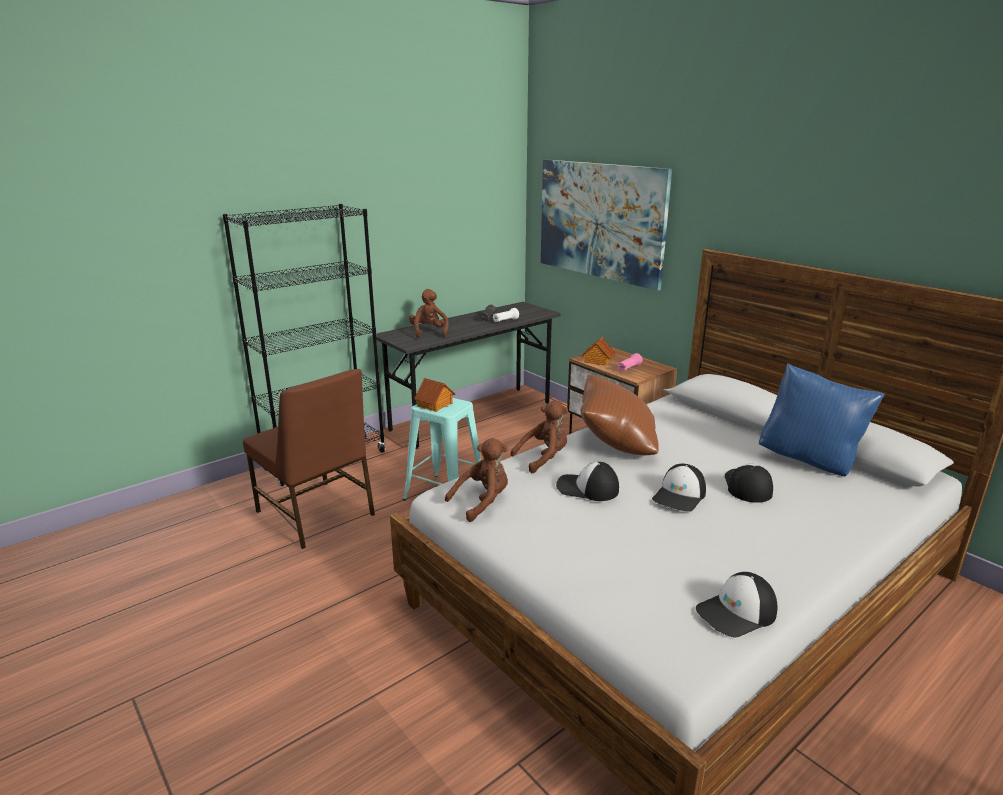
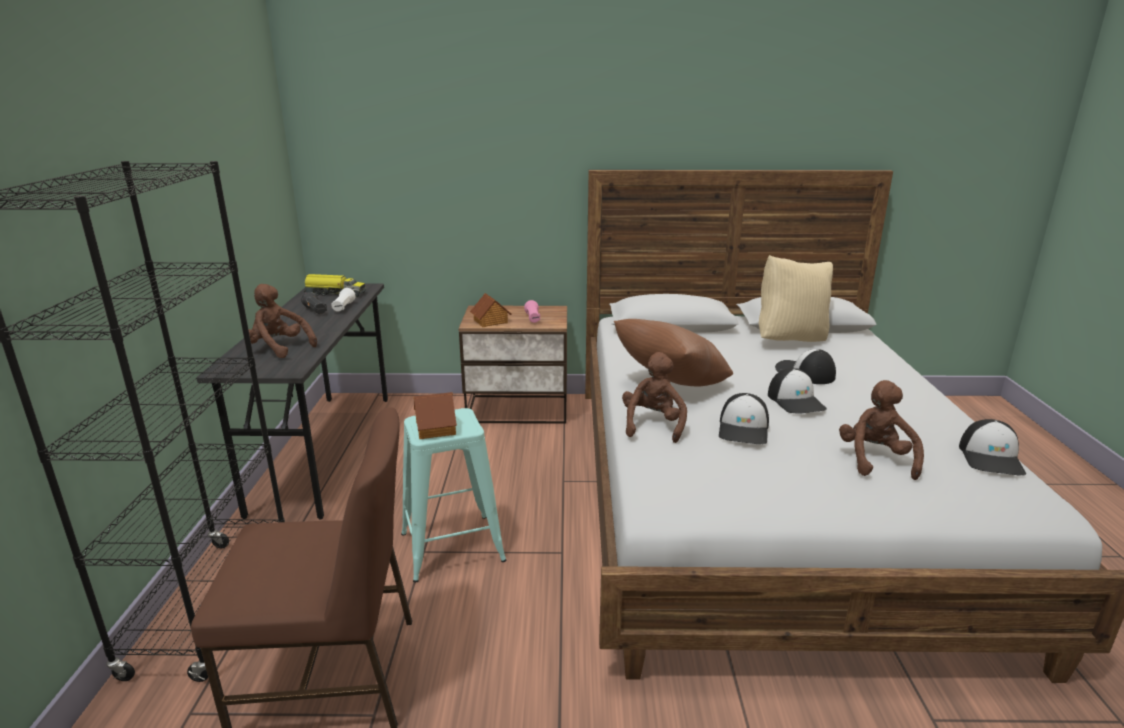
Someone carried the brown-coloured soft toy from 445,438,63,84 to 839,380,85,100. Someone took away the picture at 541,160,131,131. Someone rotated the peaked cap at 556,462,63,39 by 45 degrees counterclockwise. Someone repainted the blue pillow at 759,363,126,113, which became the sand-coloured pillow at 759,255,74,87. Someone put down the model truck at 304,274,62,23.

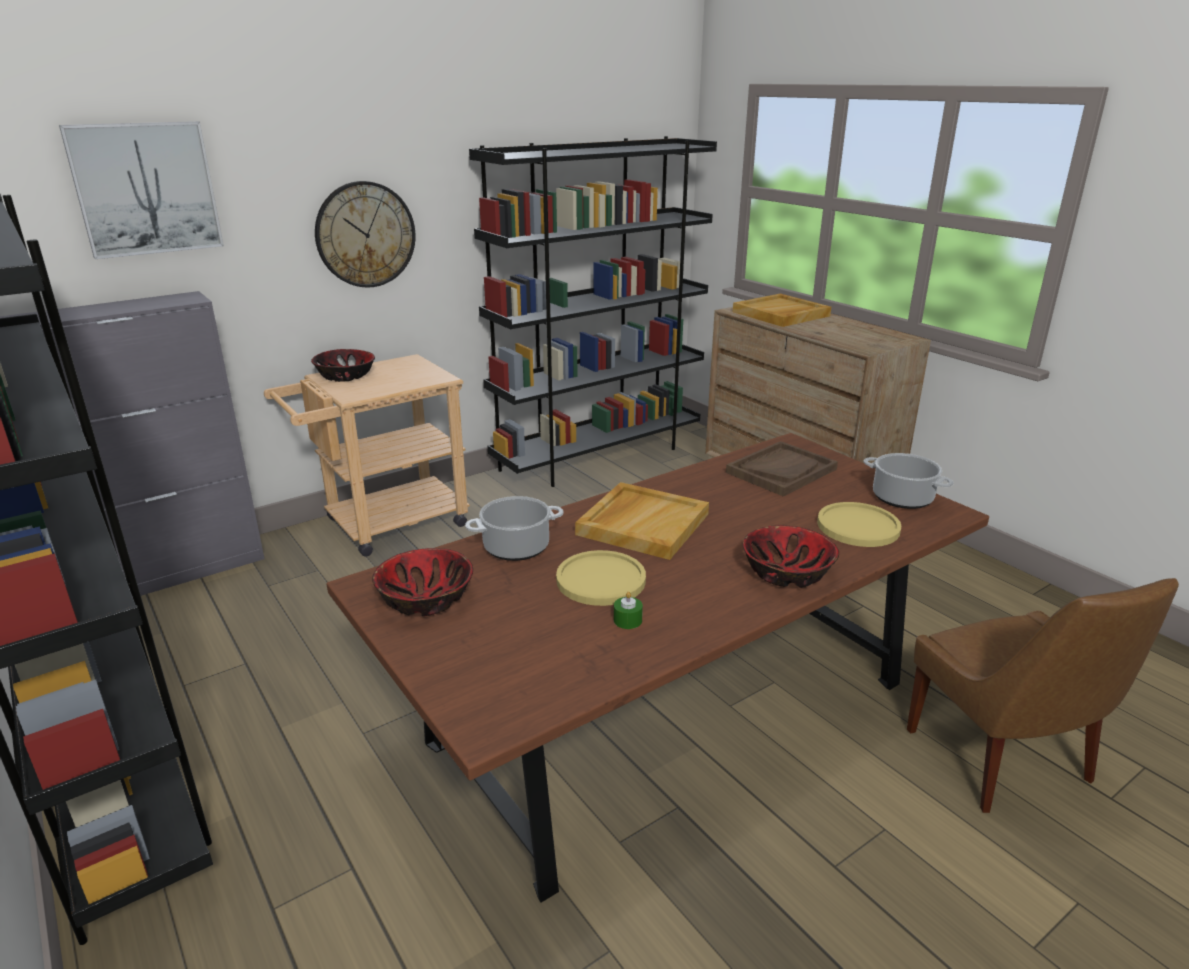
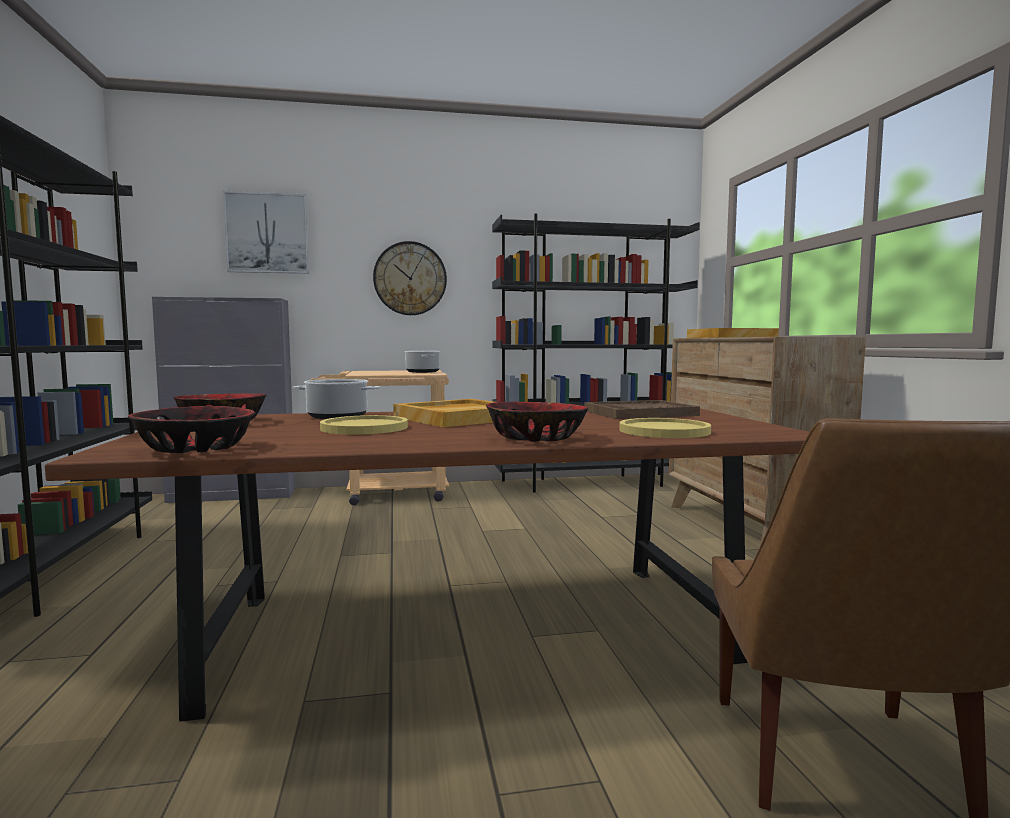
Someone carried the deep dish from 311,349,64,33 to 128,406,128,47. Someone took away the greenish candle at 614,591,29,38. Someone carried the saucepot from 864,453,90,56 to 404,351,37,22.

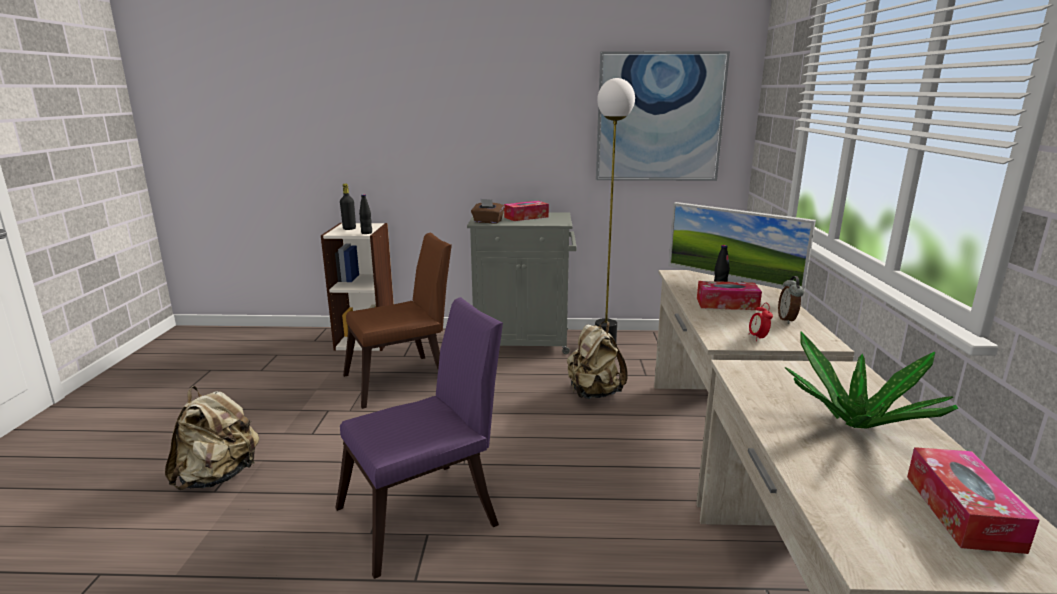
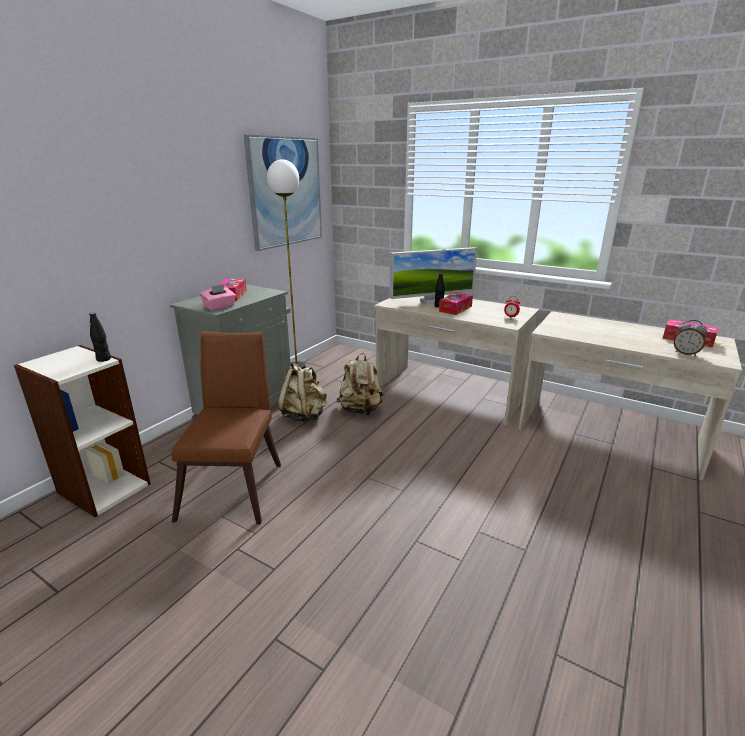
Someone carried the sand-coloured knapsack from 165,386,94,104 to 278,362,49,60. Someone took away the purple upright chair at 335,297,168,282. Someone took away the black drink bottle at 340,184,16,46. Someone repainted the brown-coloured box of tissues at 471,199,34,24, which became the pinkish box of tissues at 200,284,36,27. Someone carried the bedside clock from 778,276,26,48 to 673,320,34,36. Someone took away the houseplant at 785,331,173,98.

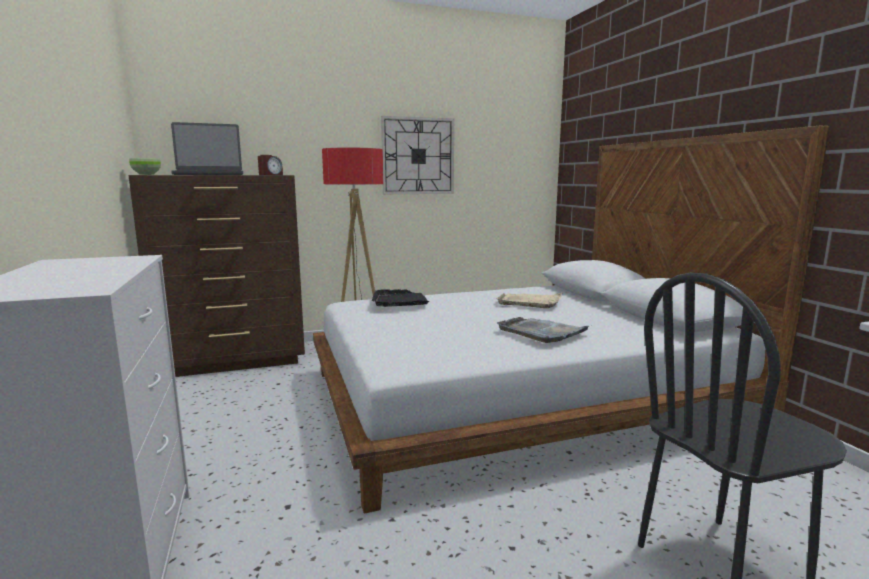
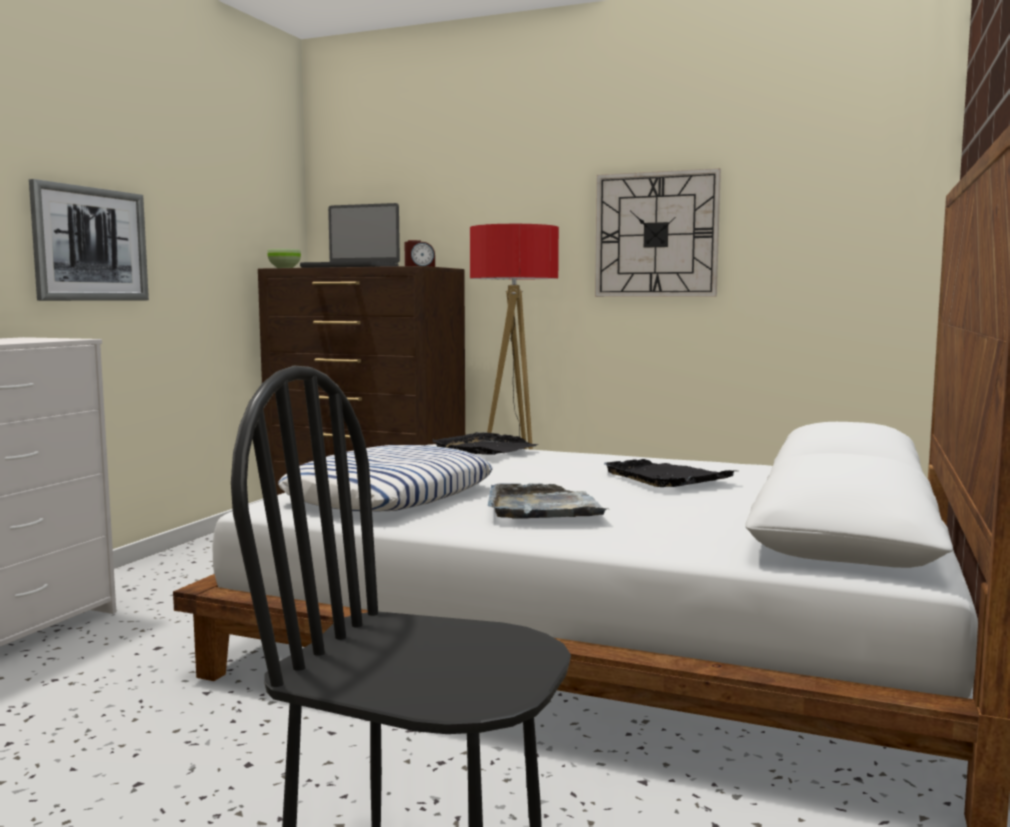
Someone repainted the sand-coloured serving tray at 496,293,66,15, which became the black serving tray at 604,459,130,28. Someone put up the picture at 29,179,120,122. Someone put down the pillow at 278,445,215,67.

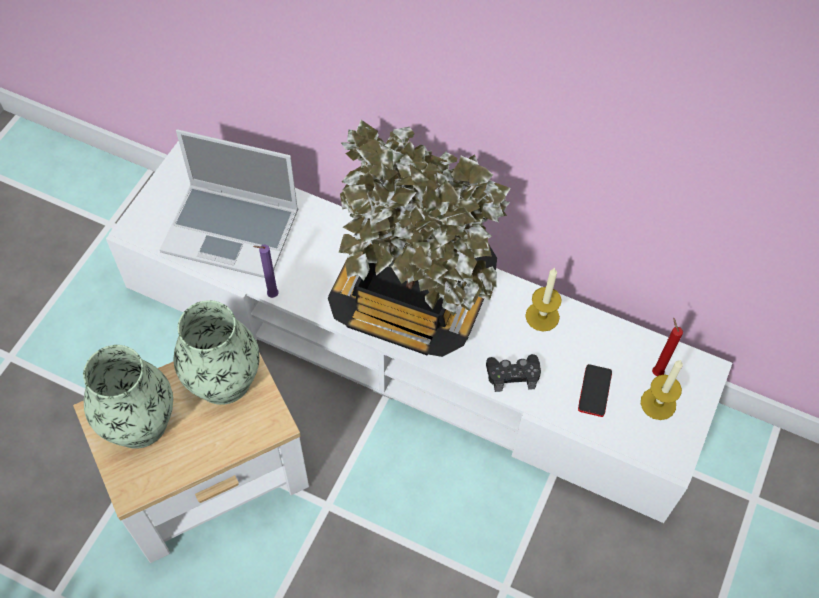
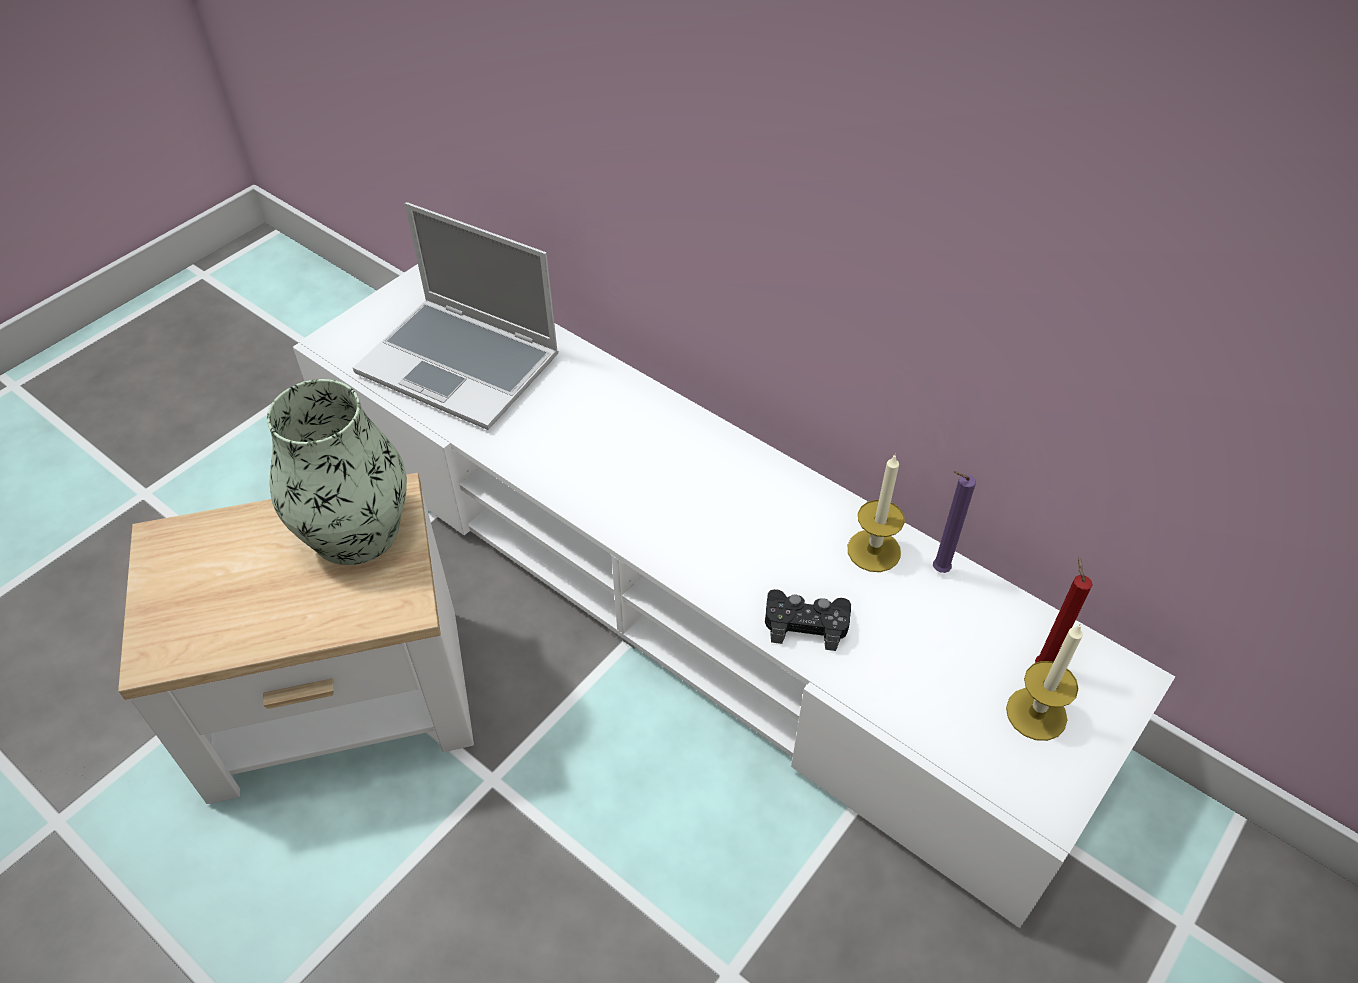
Someone took away the vase at 83,345,90,104. Someone carried the purple candle from 253,245,26,53 to 933,471,43,102. Someone took away the houseplant at 328,120,183,237. Someone took away the handset at 578,364,34,53.

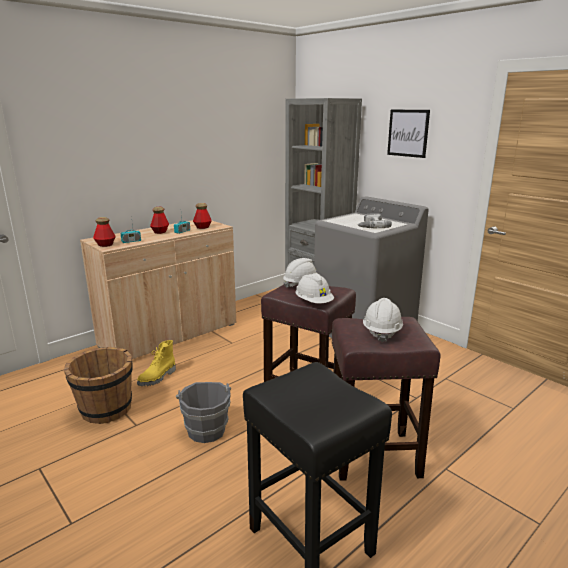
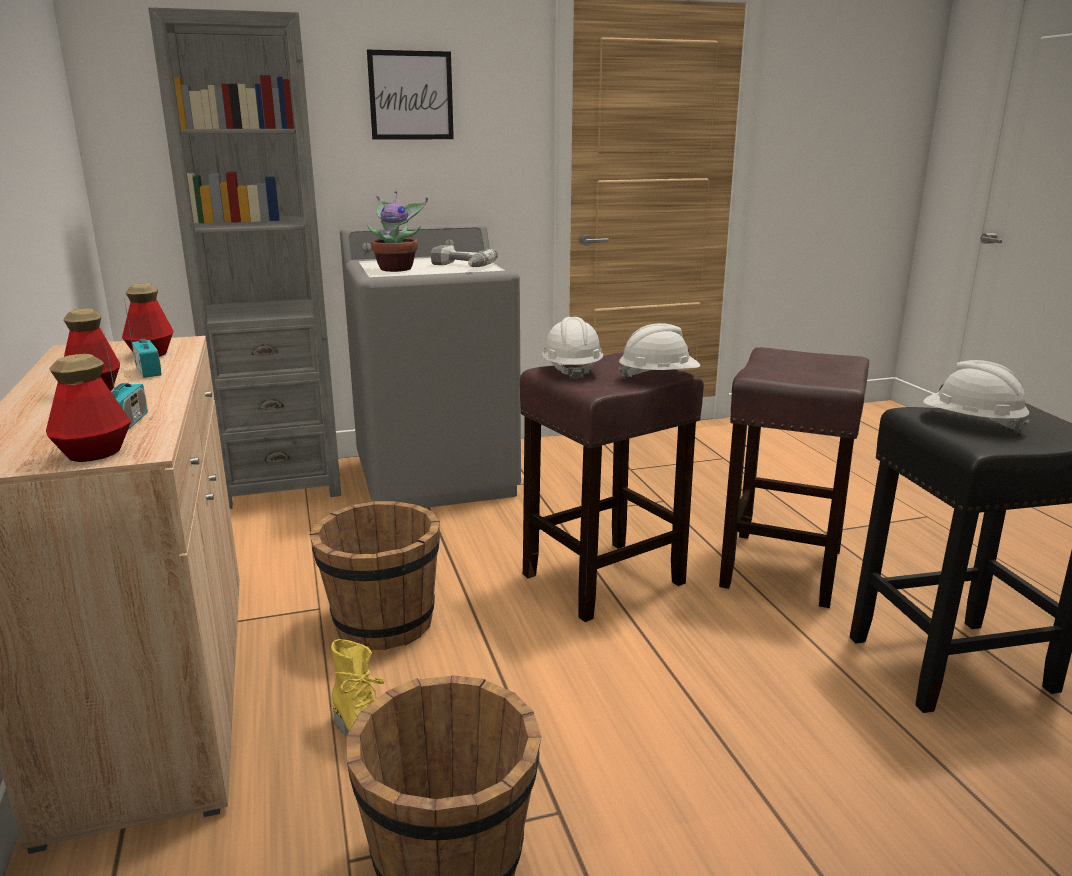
Someone took away the grey pail at 176,382,55,61. Someone carried the white hard hat from 363,298,40,44 to 923,360,107,73. Someone put down the brown-coloured pail at 309,501,131,149. Someone put down the houseplant at 367,191,61,81.

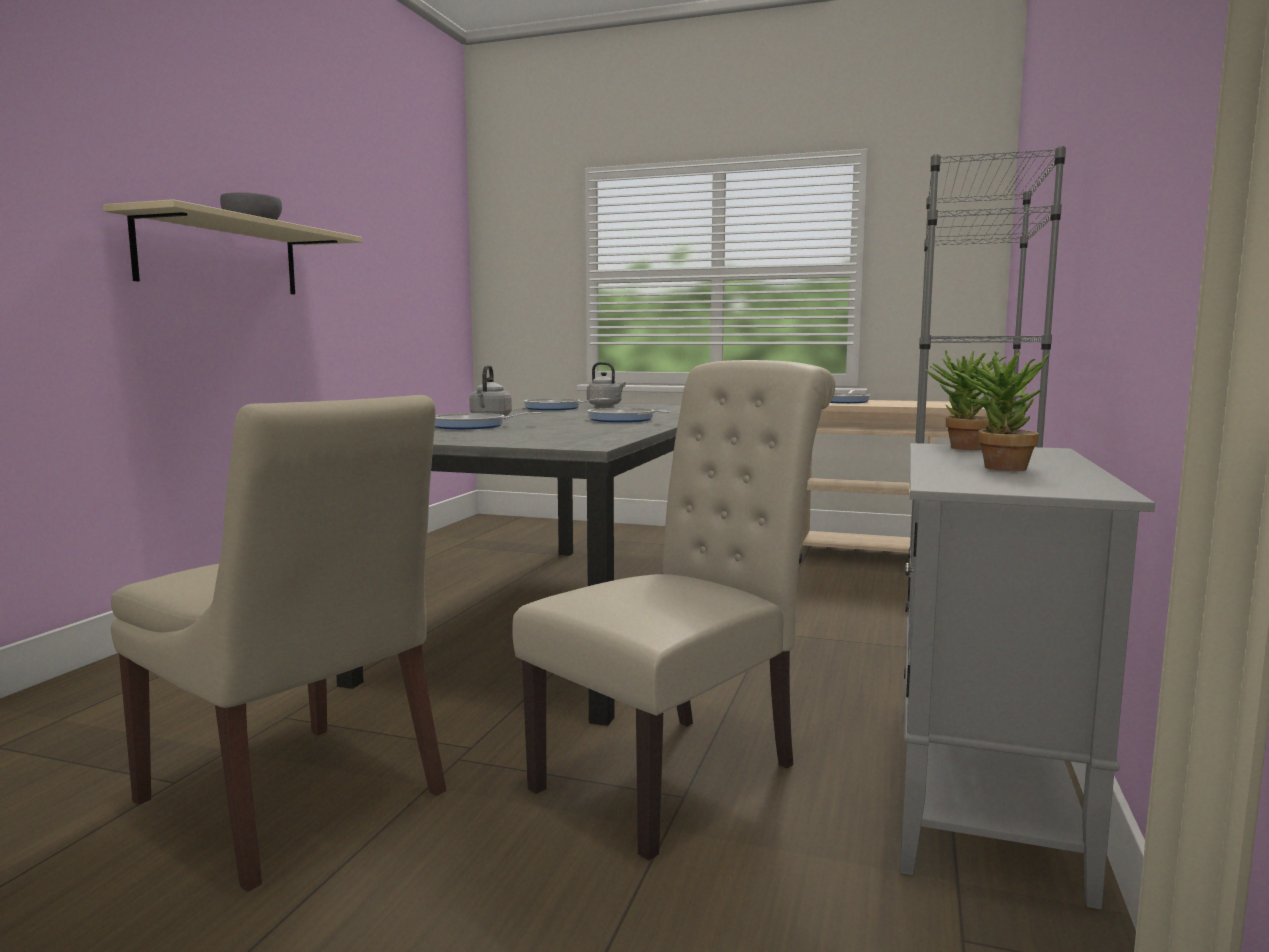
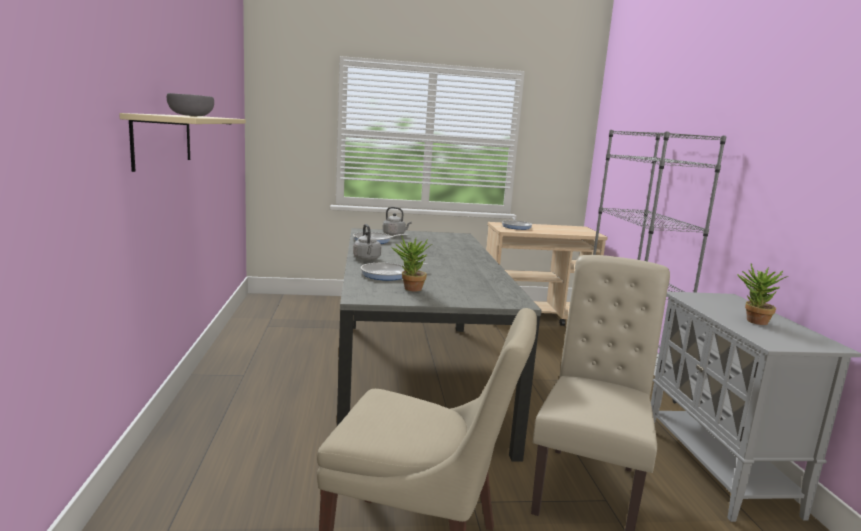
Someone took away the pan at 587,408,83,14. Someone carried the houseplant from 925,350,81,100 to 392,235,41,57.

